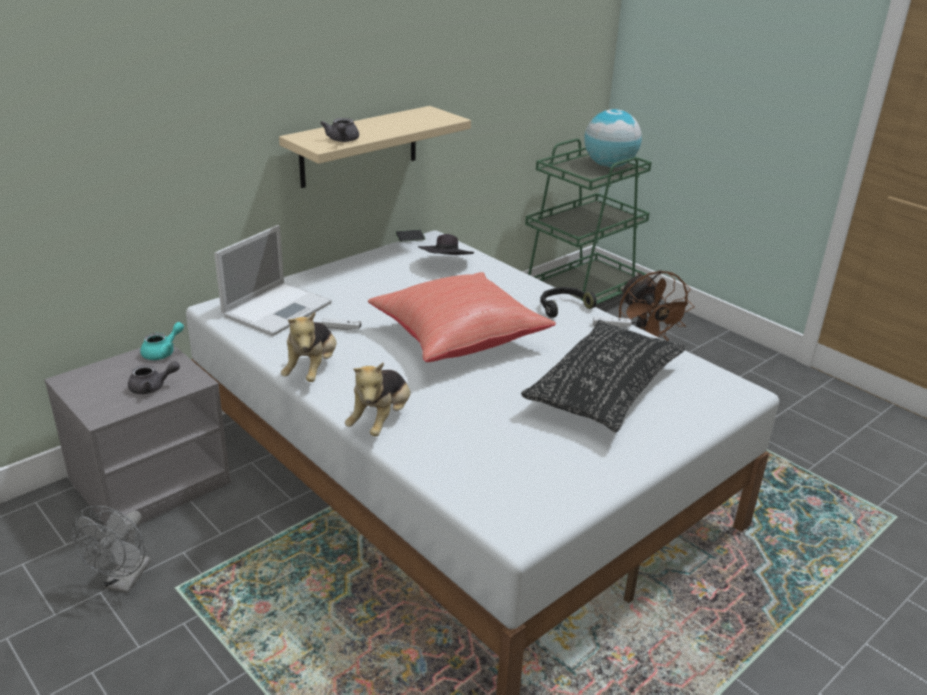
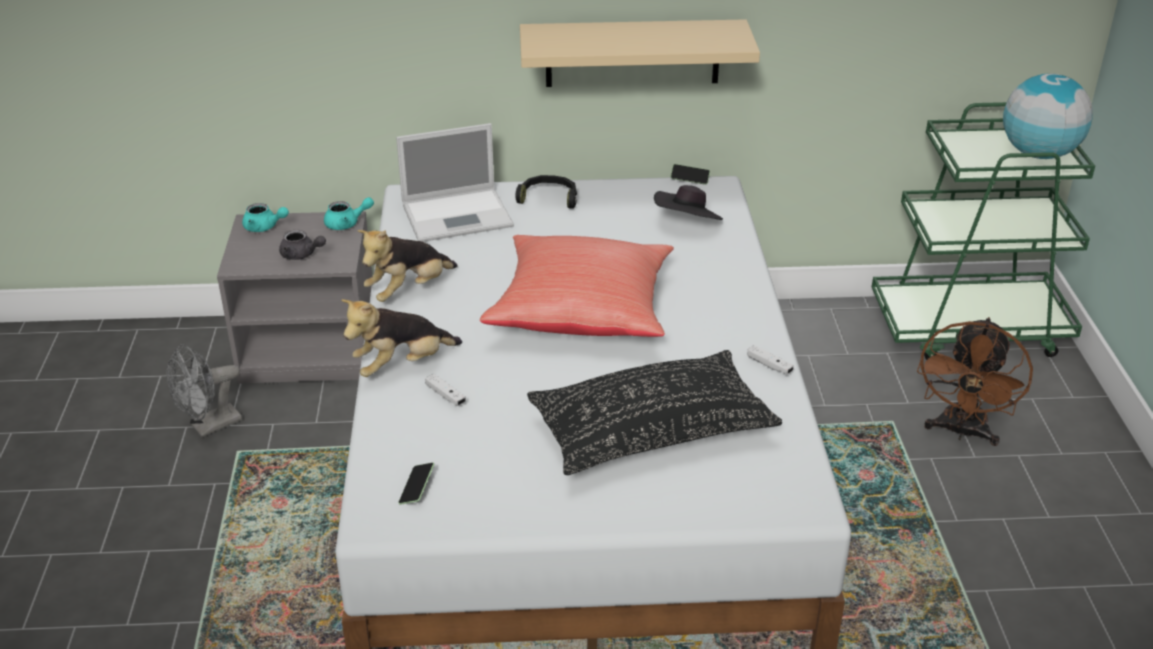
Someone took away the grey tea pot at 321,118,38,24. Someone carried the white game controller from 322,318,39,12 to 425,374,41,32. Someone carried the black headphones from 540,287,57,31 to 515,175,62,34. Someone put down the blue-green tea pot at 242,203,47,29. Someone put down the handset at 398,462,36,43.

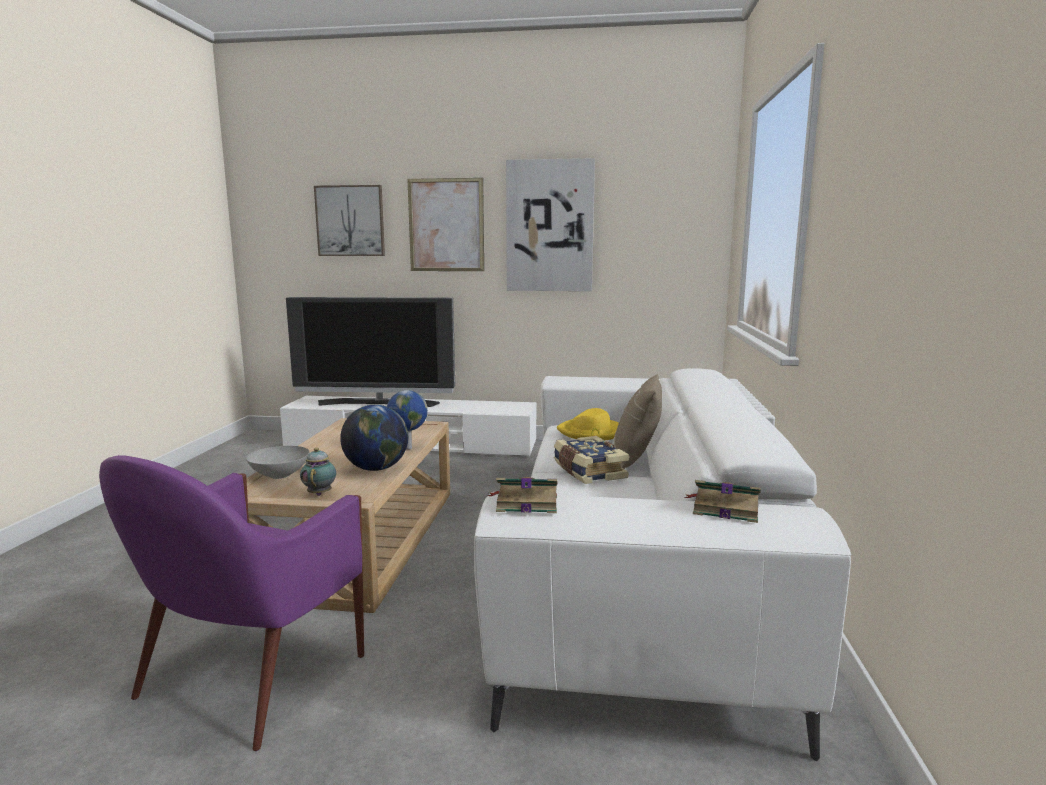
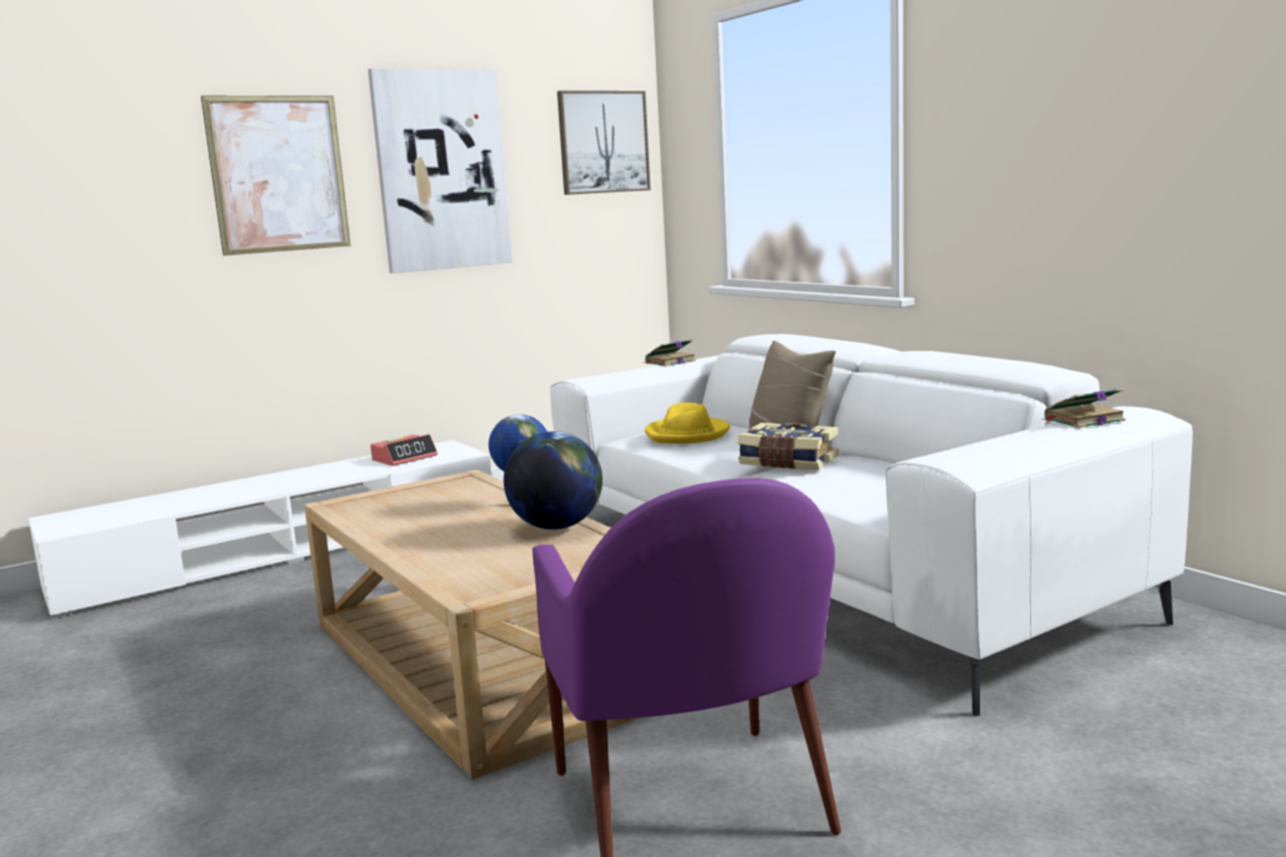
Someone took away the grey deep dish at 246,446,64,33. Someone took away the TV at 286,297,169,110. Someone took away the tea pot at 300,447,36,49. Someone carried the picture from 314,185,71,71 to 557,91,94,104. Someone carried the volume from 488,477,70,36 to 643,339,53,27. Someone put down the bedside clock at 370,434,68,32.

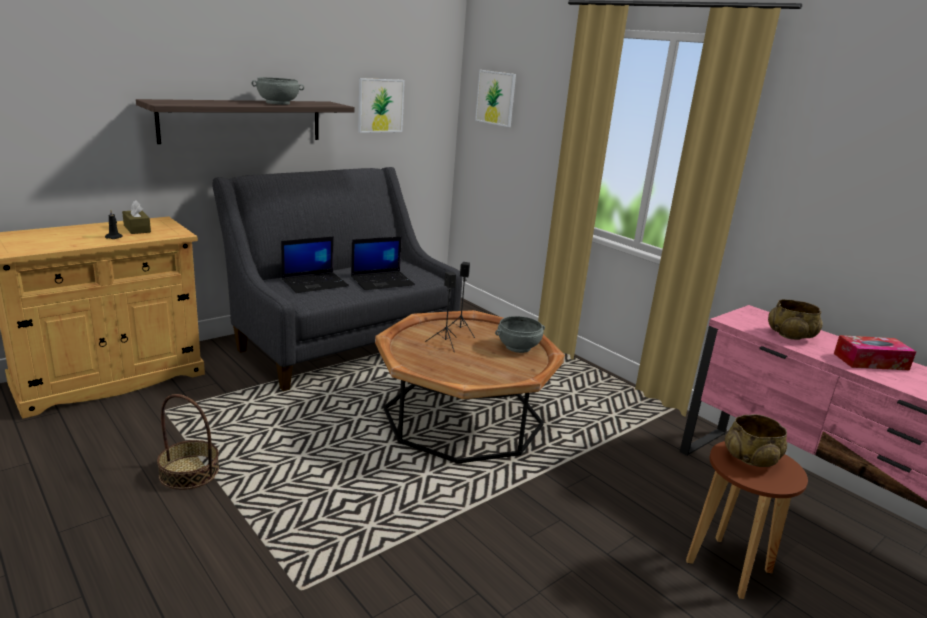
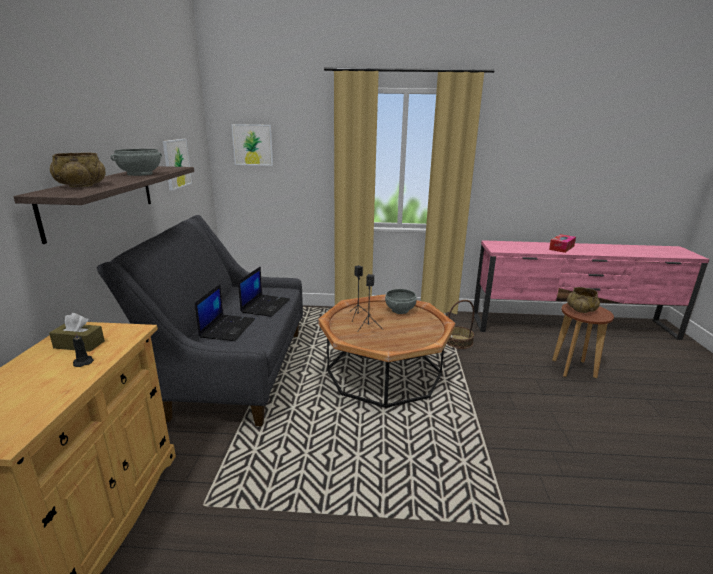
Someone carried the storage basket from 157,394,62,96 to 447,300,27,49. Someone carried the sand-coloured deep dish from 768,299,55,41 to 50,153,55,34.

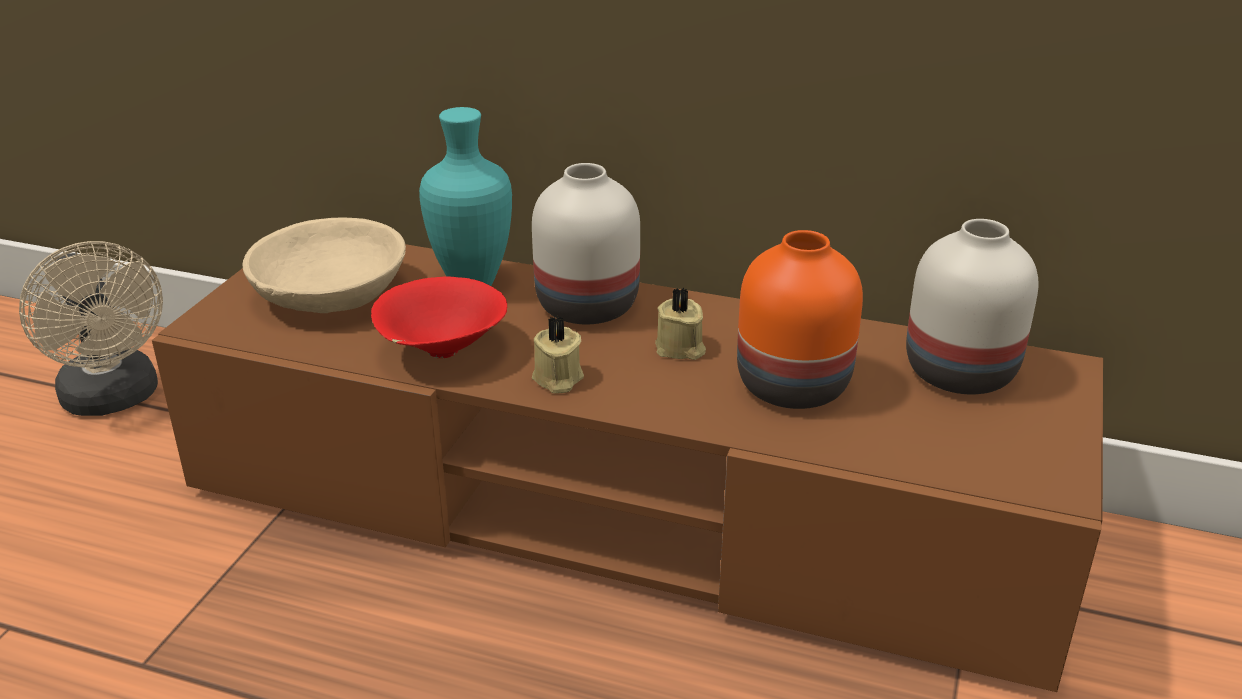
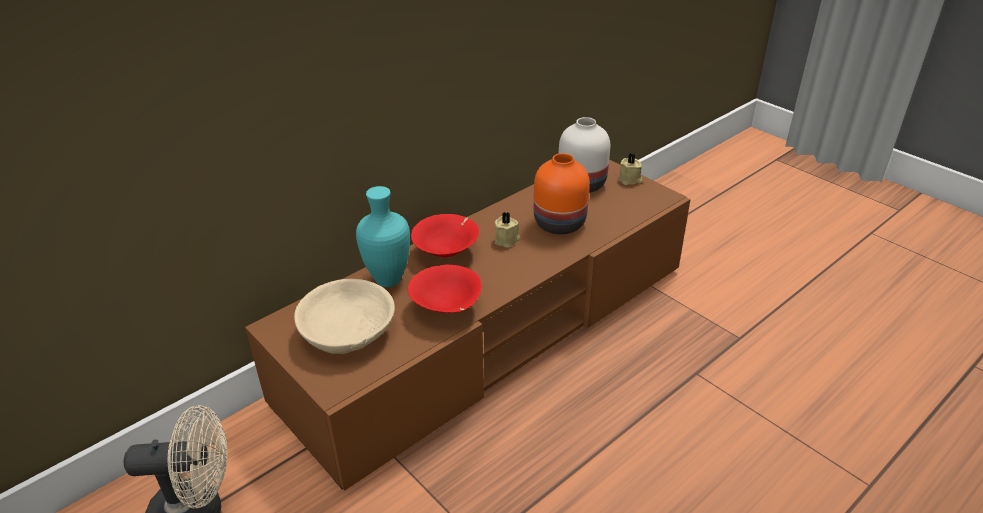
Someone swapped the white vase at 532,163,108,161 for the red deep dish at 411,214,68,44. Someone carried the sand-coloured candle from 532,316,52,78 to 618,153,24,32.

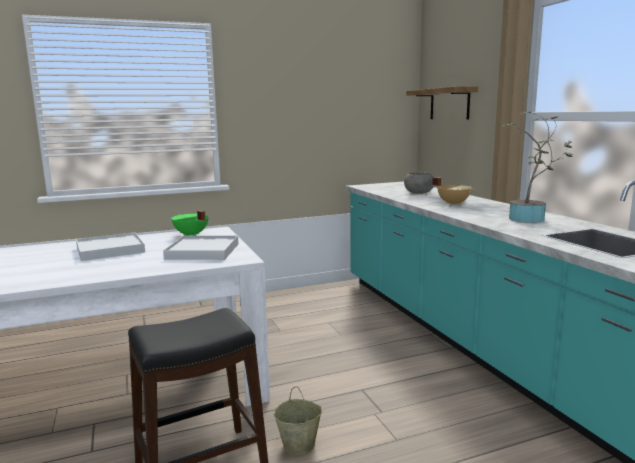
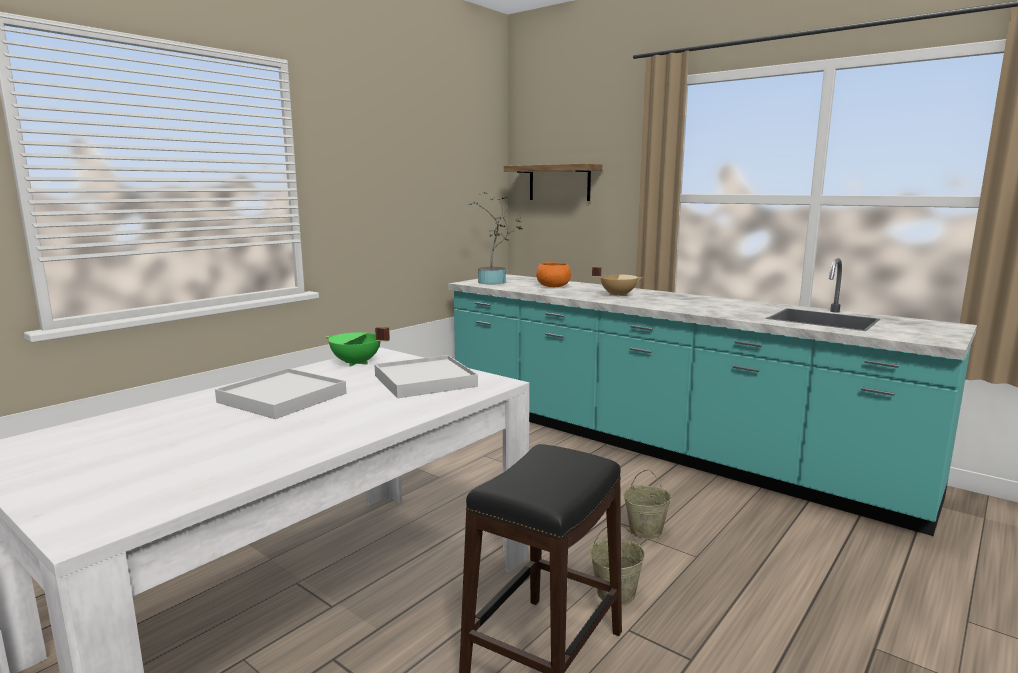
Someone repainted the grey deep dish at 404,172,30,22, which became the orangey deep dish at 536,262,35,25. Someone carried the houseplant from 502,111,71,112 to 468,192,55,93. Someone put down the sand-coloured pail at 623,470,49,69.

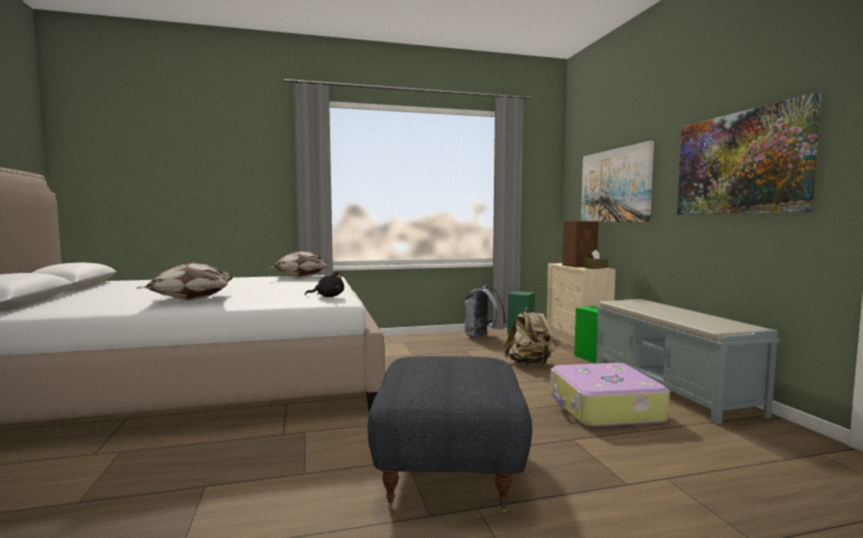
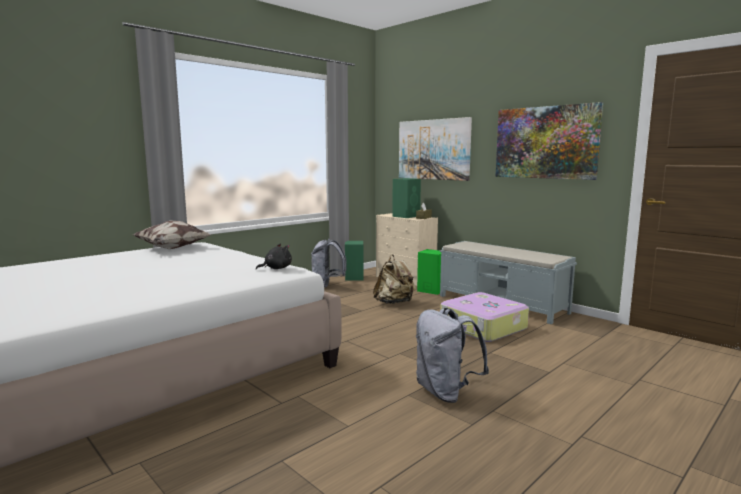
Someone took away the pillow at 136,263,98,37. Someone swapped the grey pouffe at 368,356,164,157 for the grey knapsack at 416,308,73,95. Someone repainted the brown-coloured speaker at 562,221,37,46, which became the greenish speaker at 392,178,29,40.

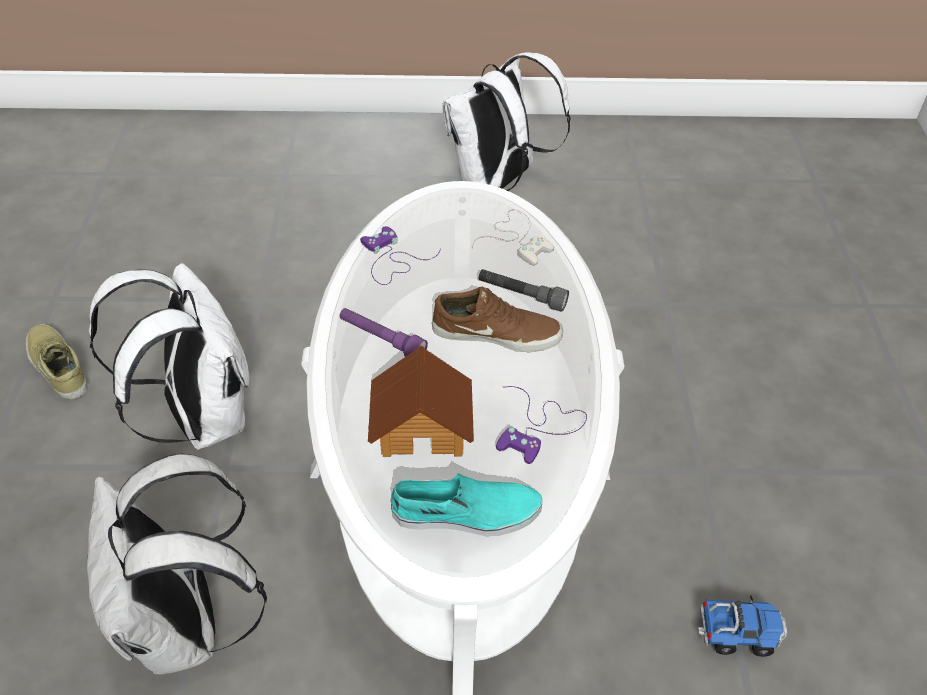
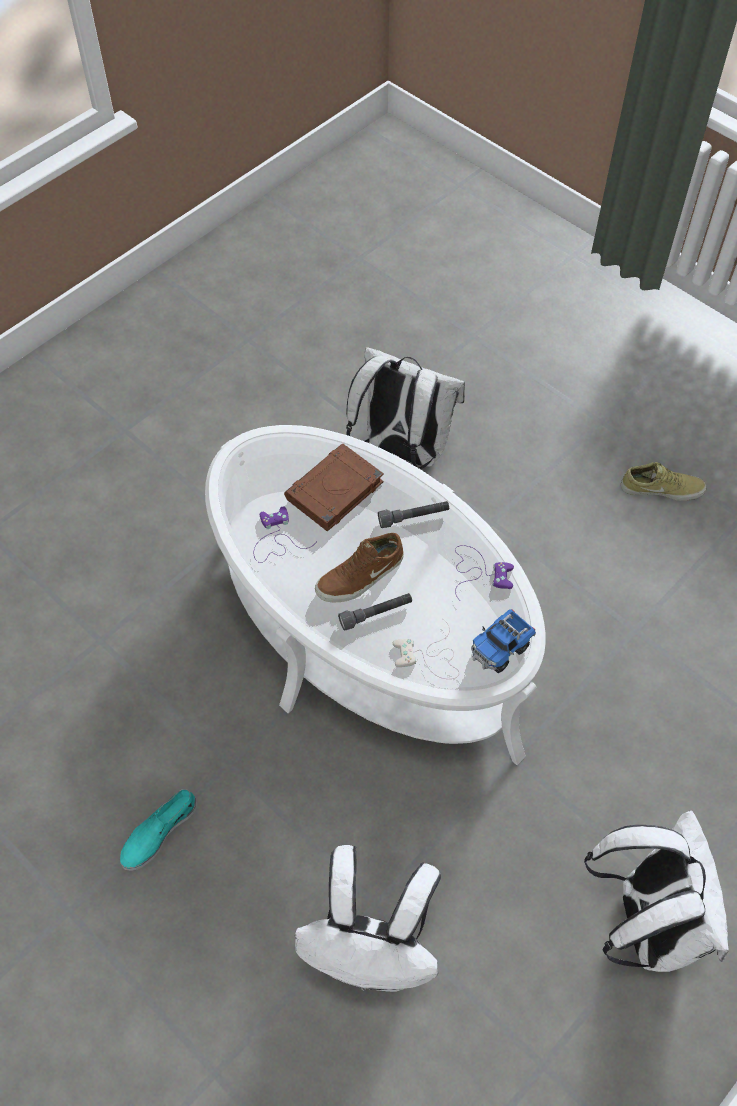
Someone carried the white knapsack from 89,263,161,187 to 295,845,146,147. Someone repainted the purple hand torch at 340,308,88,49, which became the grey hand torch at 378,501,71,27. Someone swapped the toy house at 368,345,106,112 for the brown-coloured volume at 284,444,100,88. Someone carried the blue-green item of footwear from 391,473,152,63 to 120,789,77,82. Someone carried the model truck from 698,595,89,62 to 471,609,65,64.

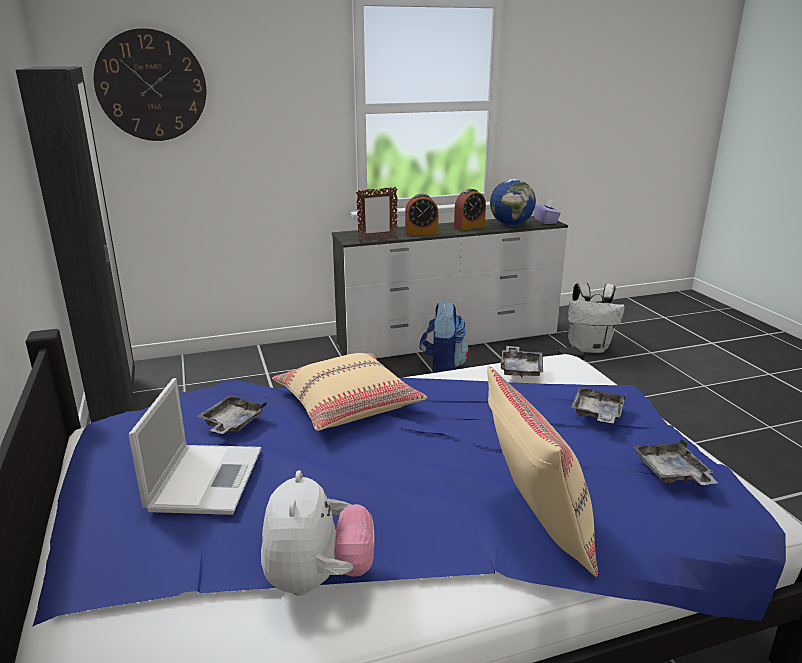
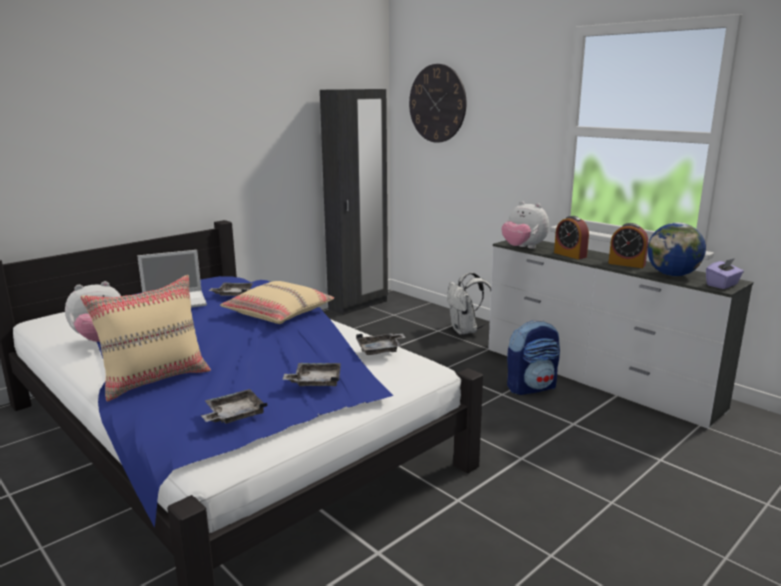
Someone swapped the picture frame at 356,187,42,55 for the soft toy at 502,201,47,48. Someone carried the white knapsack from 567,282,58,71 to 447,272,44,63.

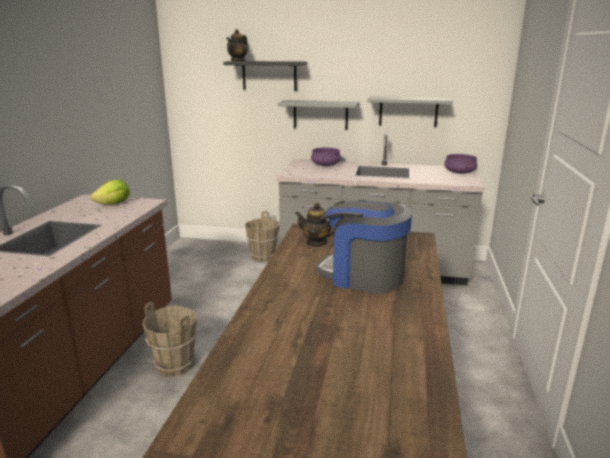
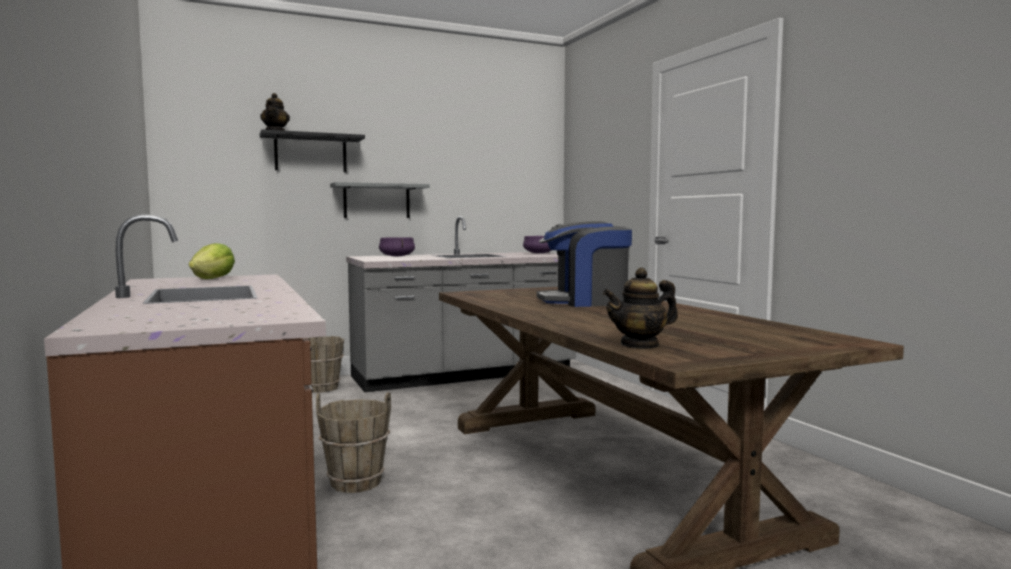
Someone carried the tea pot from 295,203,39,44 to 603,268,75,81. Someone took away the grey bracket shelf at 368,96,85,31.

